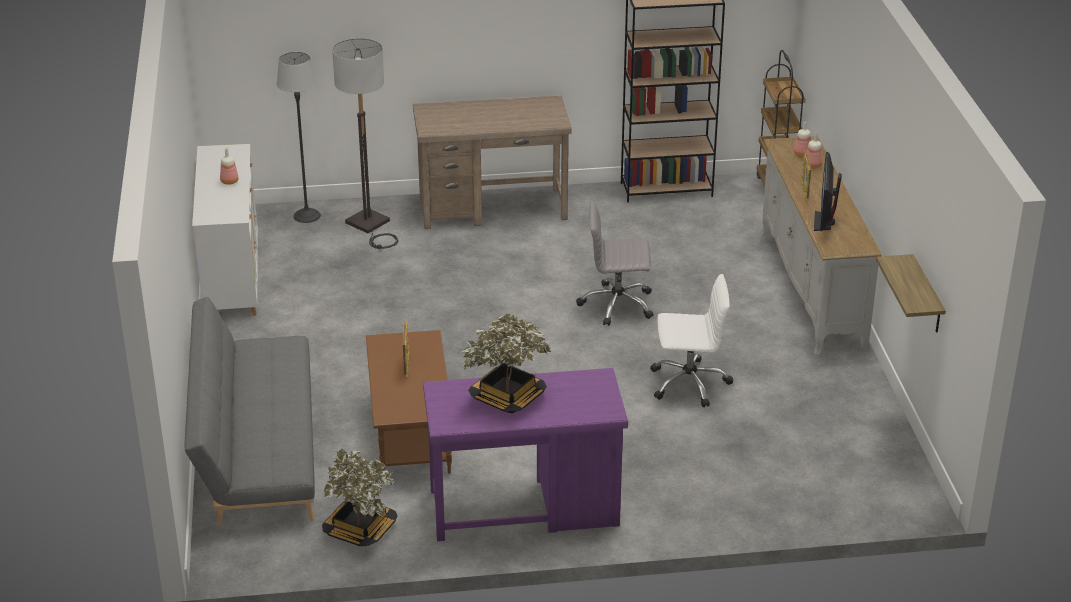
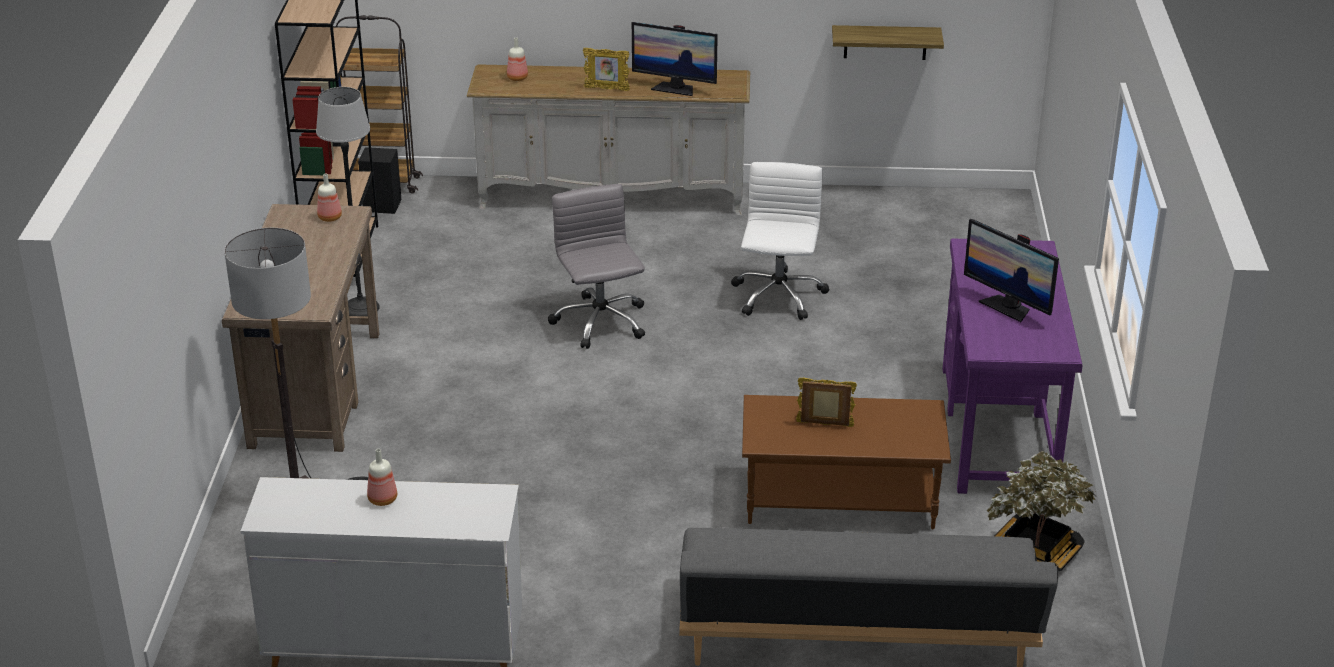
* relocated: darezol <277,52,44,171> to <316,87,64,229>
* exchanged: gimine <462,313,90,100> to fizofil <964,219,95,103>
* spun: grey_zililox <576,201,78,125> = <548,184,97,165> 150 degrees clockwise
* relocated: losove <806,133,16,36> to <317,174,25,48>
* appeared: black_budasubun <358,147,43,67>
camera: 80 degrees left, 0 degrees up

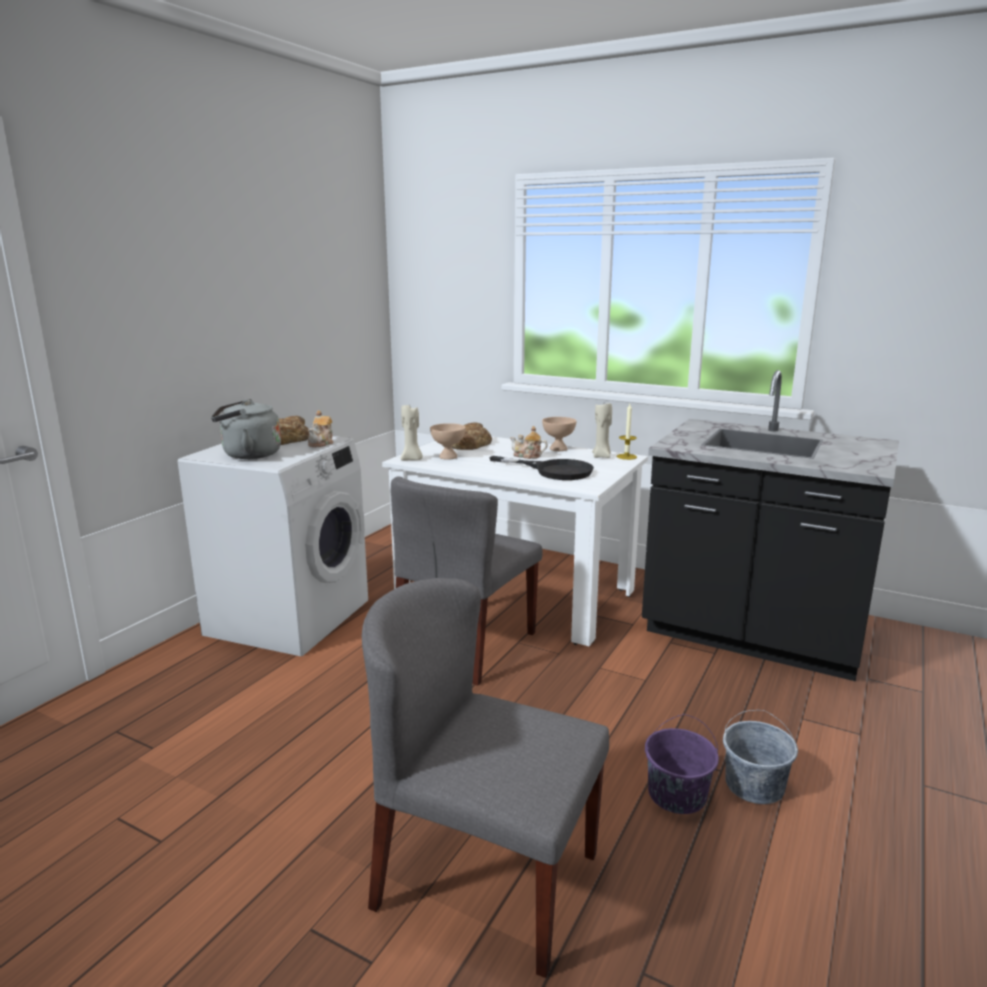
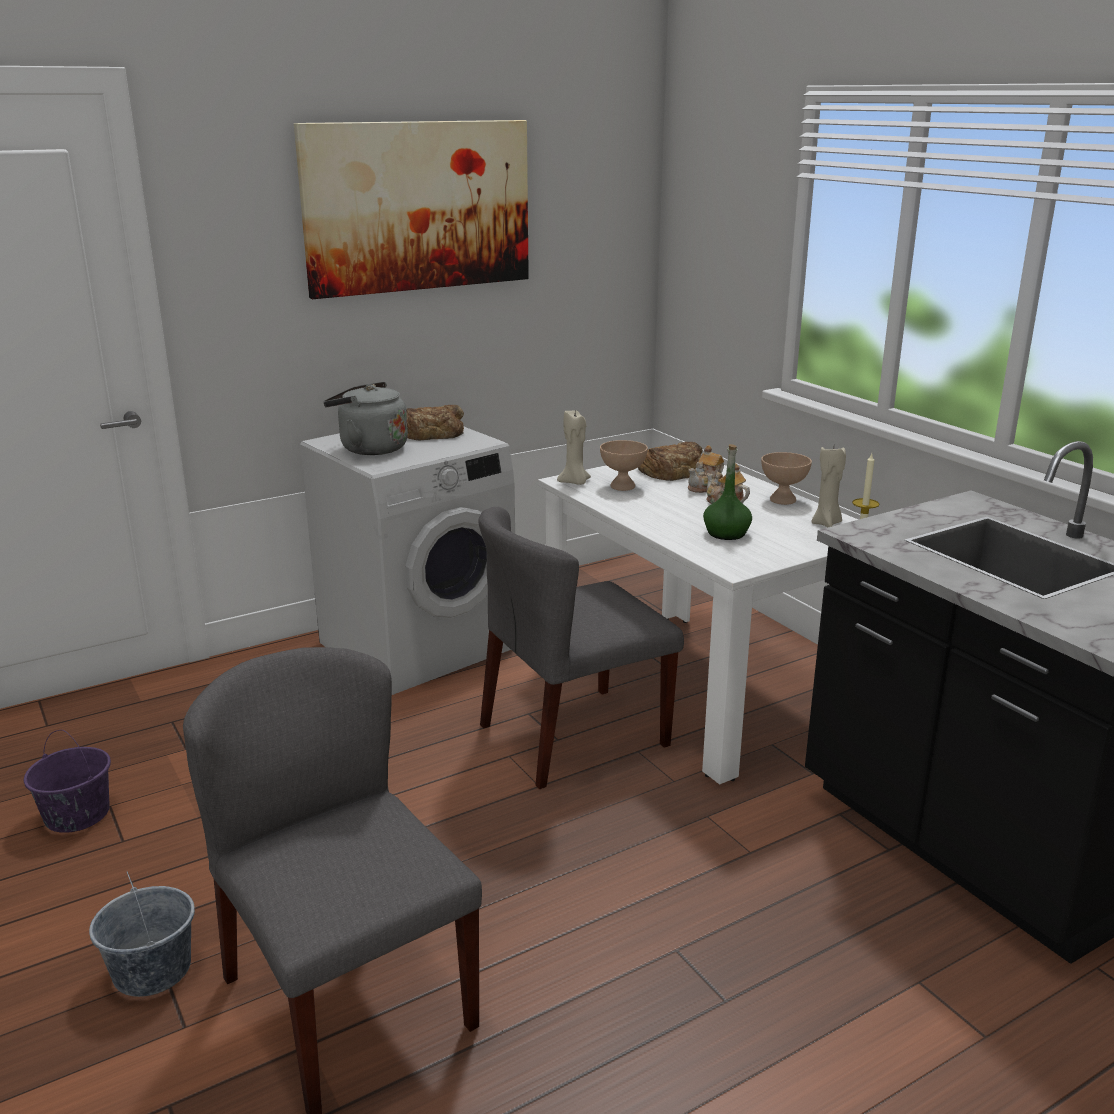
* relocated: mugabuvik <308,411,26,36> to <688,445,36,48>
* exchanged: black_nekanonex <490,456,104,24> to green_losove <703,444,49,96>
* relocated: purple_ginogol <645,714,74,100> to <24,730,87,103>
* relocated: grey_ginogol <723,710,75,94> to <89,871,106,126>
* appeared: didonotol <294,120,235,179>
camera: 30 degrees right, 5 degrees up

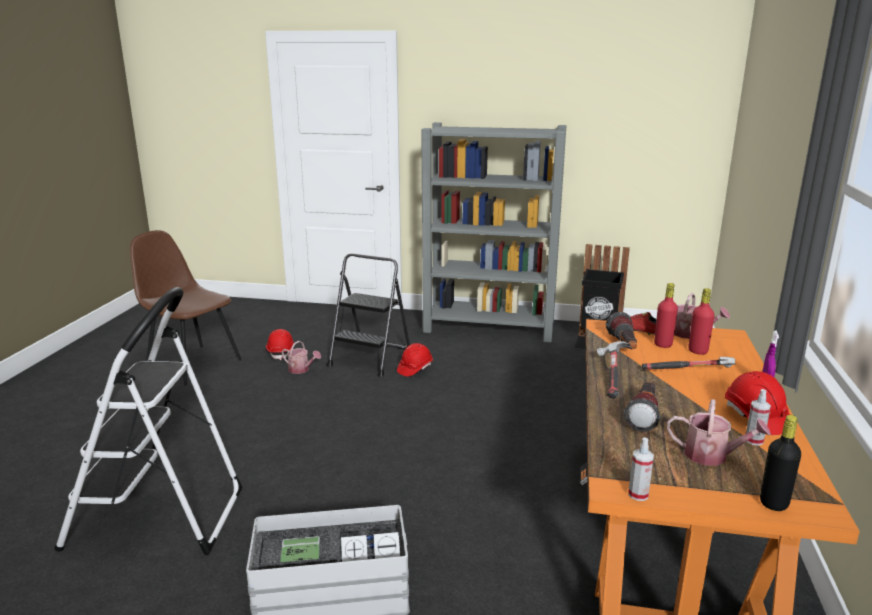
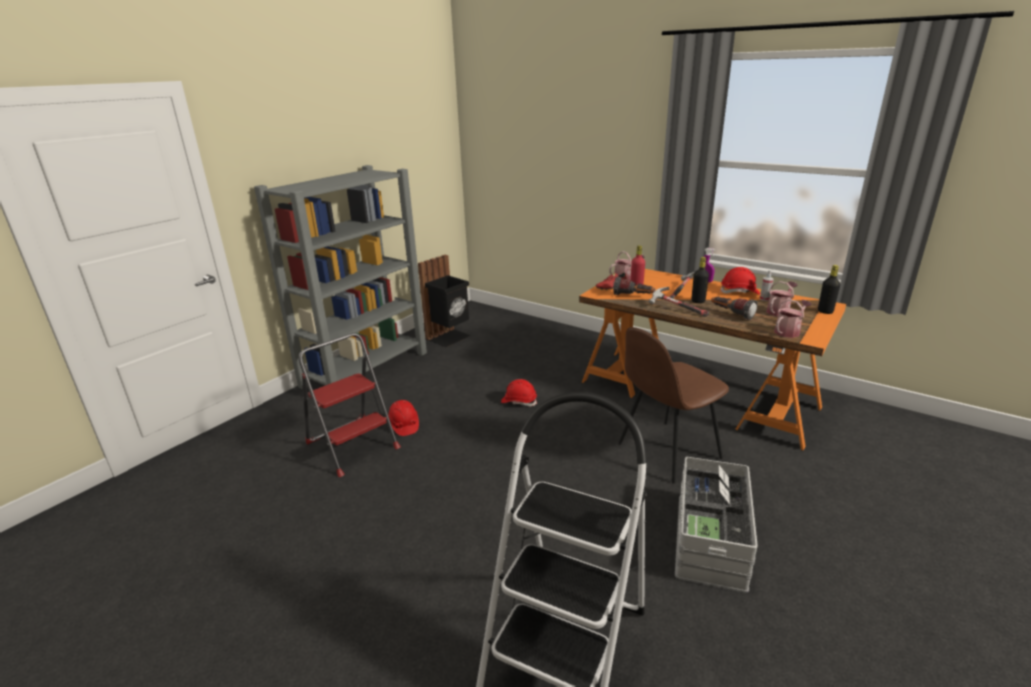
* relocated: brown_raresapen <130,230,112,155> to <618,327,111,157>
* relocated: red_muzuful <266,329,28,31> to <501,379,36,28>
* relocated: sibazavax <282,341,39,33> to <774,299,38,39>
* colour: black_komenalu <326,253,84,124> to red_komenalu <299,333,102,144>
* missing: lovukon <628,438,26,63>
* missing: red_losove <688,288,27,67>
* appeared: black_losove <691,257,18,46>
camera: 65 degrees left, 5 degrees up

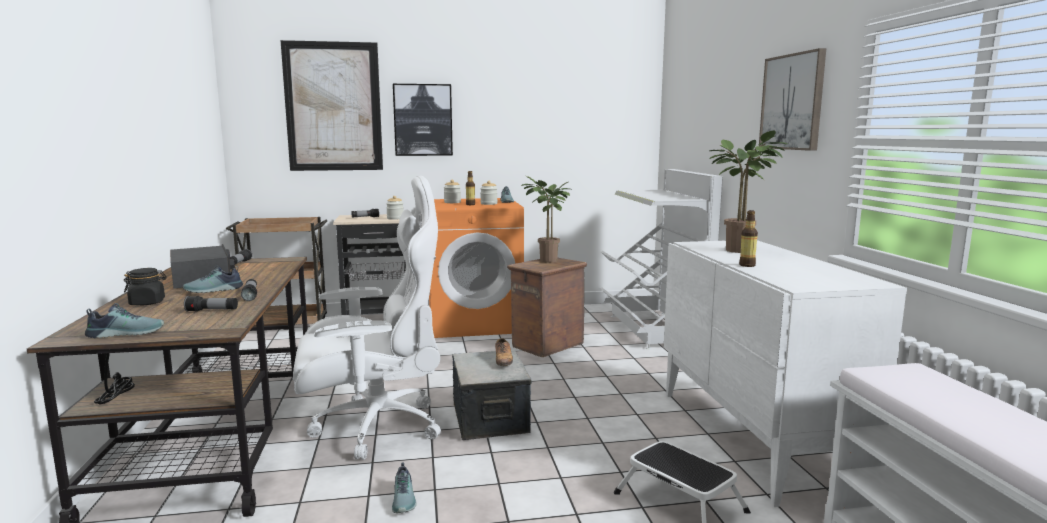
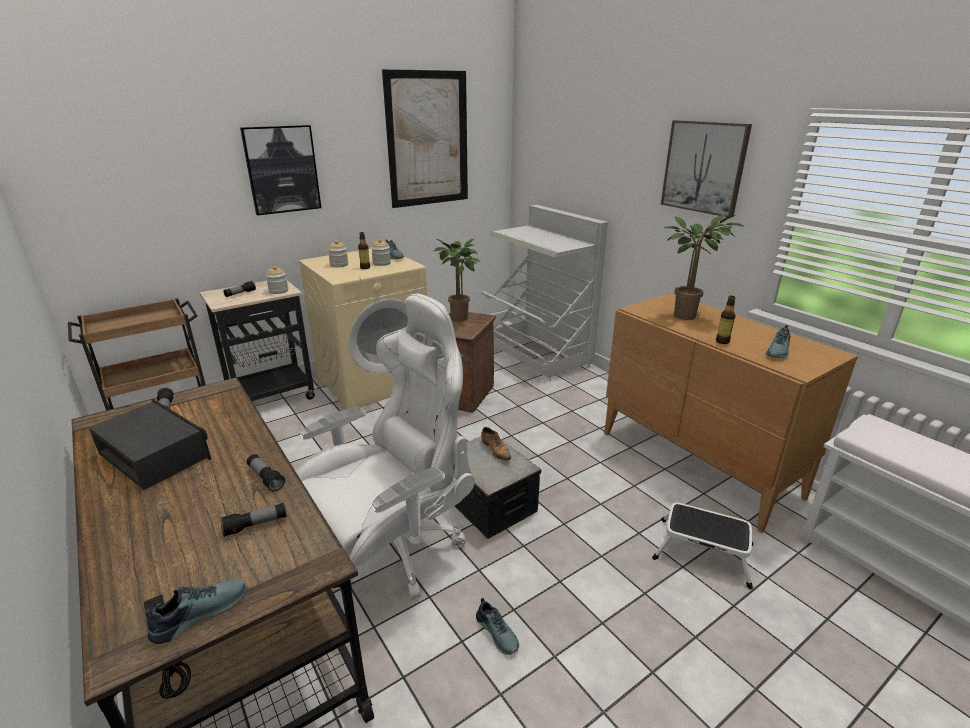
* missing: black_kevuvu <124,268,43,37>
* relocated: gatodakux <183,265,60,28> to <766,325,25,33>
* relocated: didonotol <280,40,103,131> to <382,69,86,139>
* colour: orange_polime <429,198,95,140> to beige_polime <298,249,129,160>
* colour: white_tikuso <664,240,243,267> to brown_tikuso <604,293,254,240>
camera: 25 degrees left, 15 degrees up

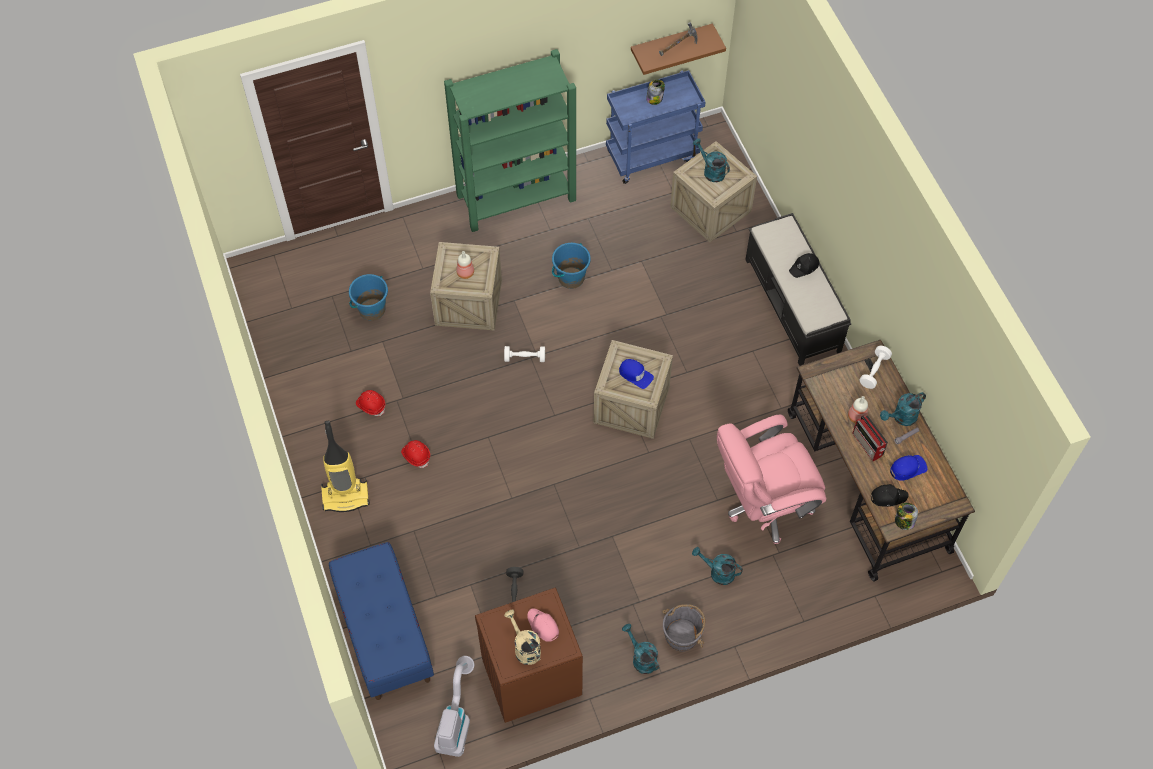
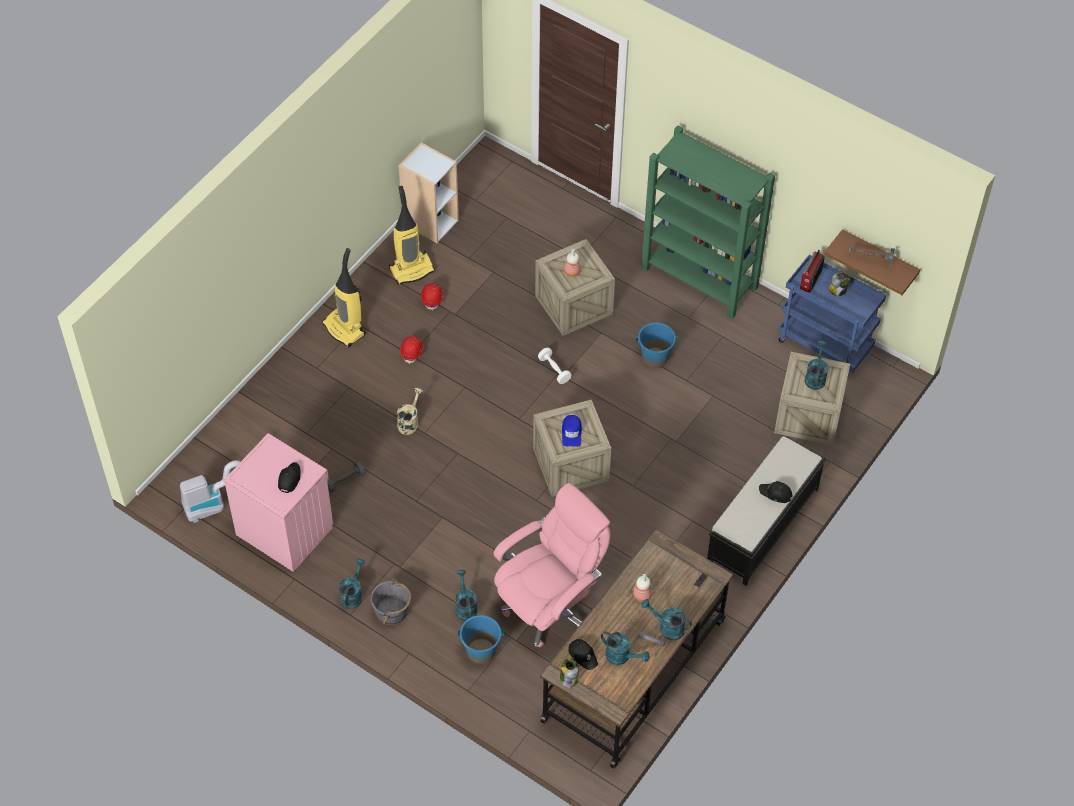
* missing: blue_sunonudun <329,542,105,158>
* relocated: blue_ginogol <349,274,39,47> to <458,615,46,49>
* colour: brown_polime <475,587,108,136> to pink_polime <224,433,110,139>
* relocated: beige_sibazavax <504,610,37,55> to <397,388,26,47>
* colour: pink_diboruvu <527,608,32,34> to black_diboruvu <278,462,22,31>
* spun: pink_zililox <717,415,109,129> = <494,483,117,164> 105 degrees clockwise
* relocated: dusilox <852,415,36,46> to <800,250,25,43>
* missing: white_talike <860,346,32,43>
* exchanged: blue_diboruvu <890,455,38,26> to turquoise_sibazavax <601,631,49,34>
* appeared: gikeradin <389,186,46,99>
* appeared: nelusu <398,142,61,101>
camera: 55 degrees right, 5 degrees down

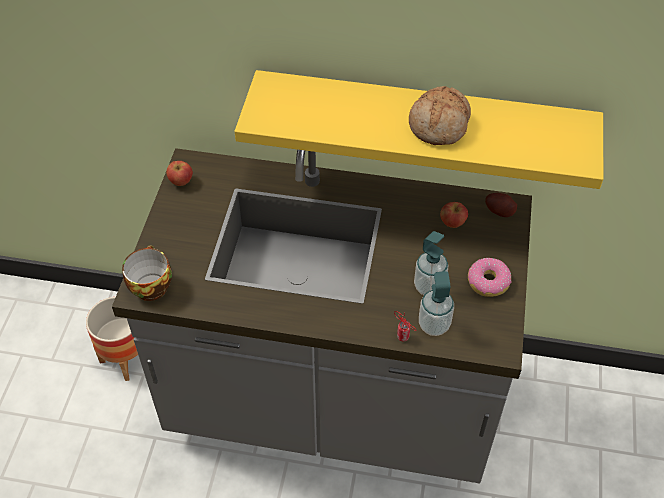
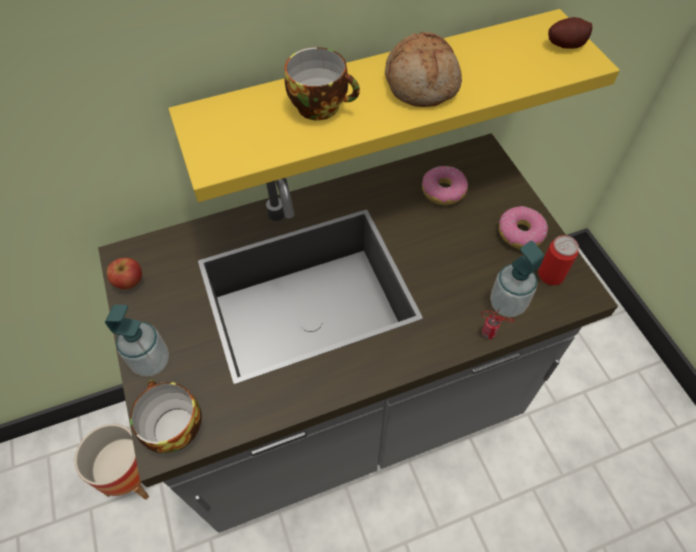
* relocated: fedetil <414,231,34,64> to <105,305,64,71>
* exchanged: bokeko <440,202,28,26> to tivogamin <422,166,46,39>
* relocated: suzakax <485,193,32,24> to <548,17,44,32>
* appeared: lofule <285,47,75,74>
* appeared: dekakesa <538,235,41,50>
camera: 30 degrees left, 5 degrees up

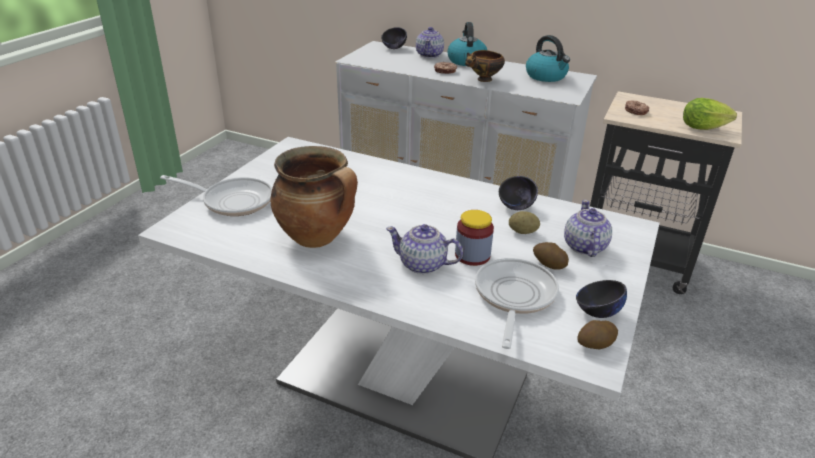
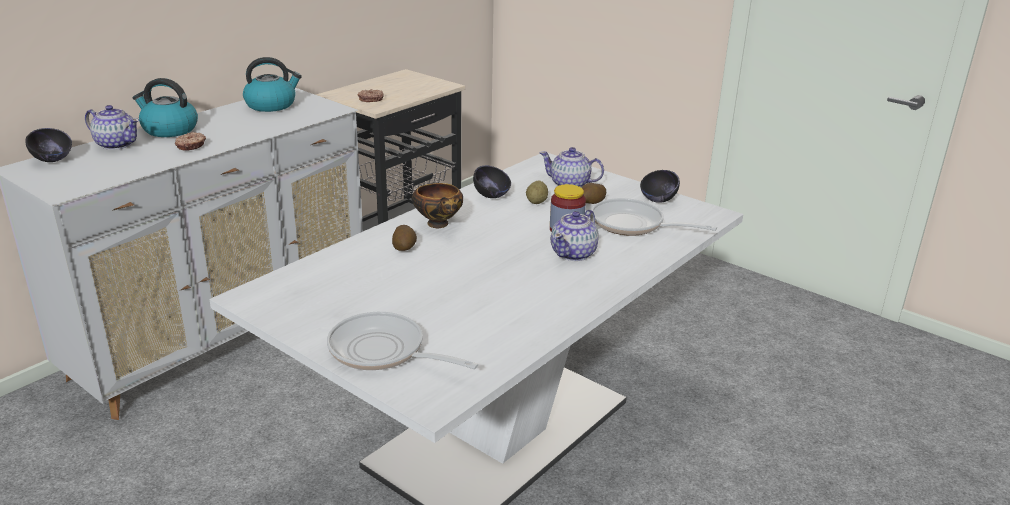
* spun: nekanonex <160,175,112,41> = <327,312,151,58> 90 degrees counterclockwise
* missing: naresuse <270,146,88,102>
* relocated: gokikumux <465,50,40,32> to <412,183,51,45>
* relocated: suzakax <577,320,41,29> to <392,225,25,26>
* missing: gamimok <683,98,54,32>
camera: 75 degrees left, 5 degrees down

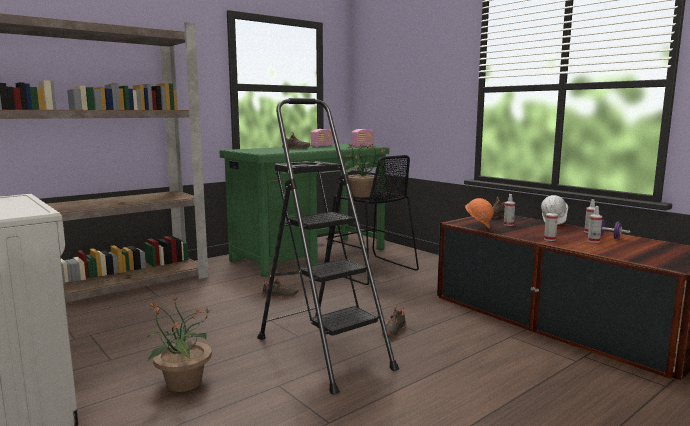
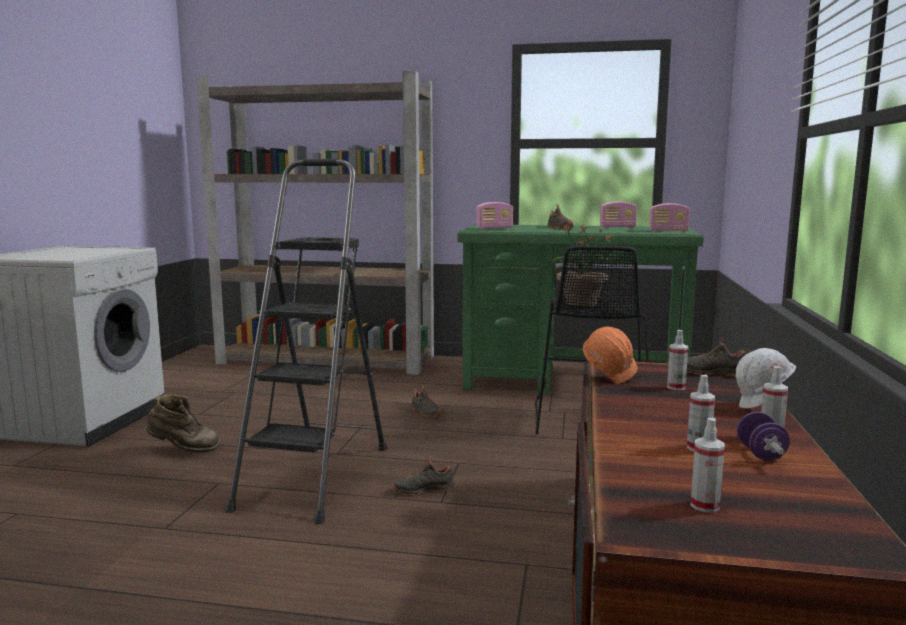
* exchanged: gimine <147,295,65,97> to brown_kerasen <146,394,75,59>
* relocated: lovukon <544,205,14,36> to <690,417,35,95>
* appeared: dusilox <476,202,37,27>
camera: 50 degrees right, 0 degrees up

